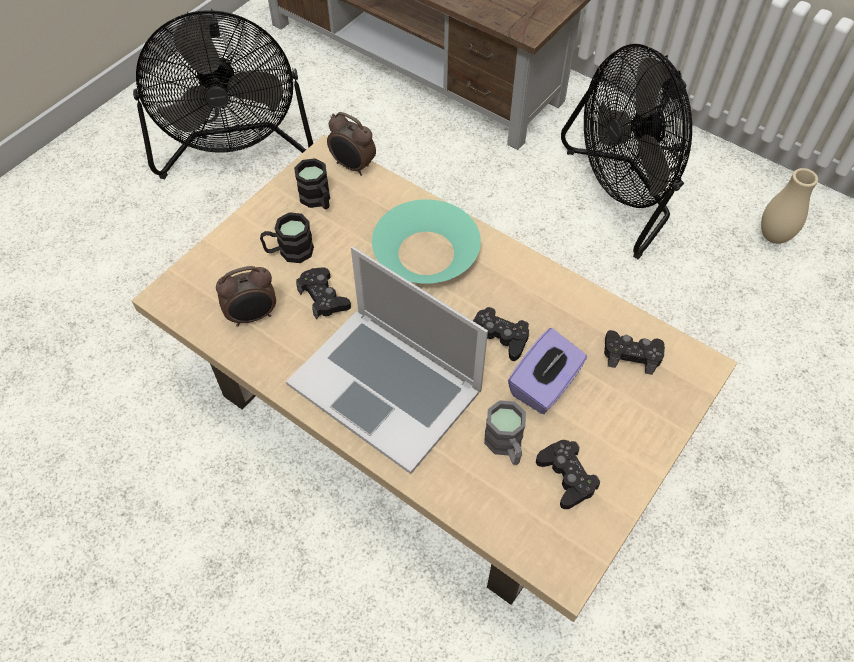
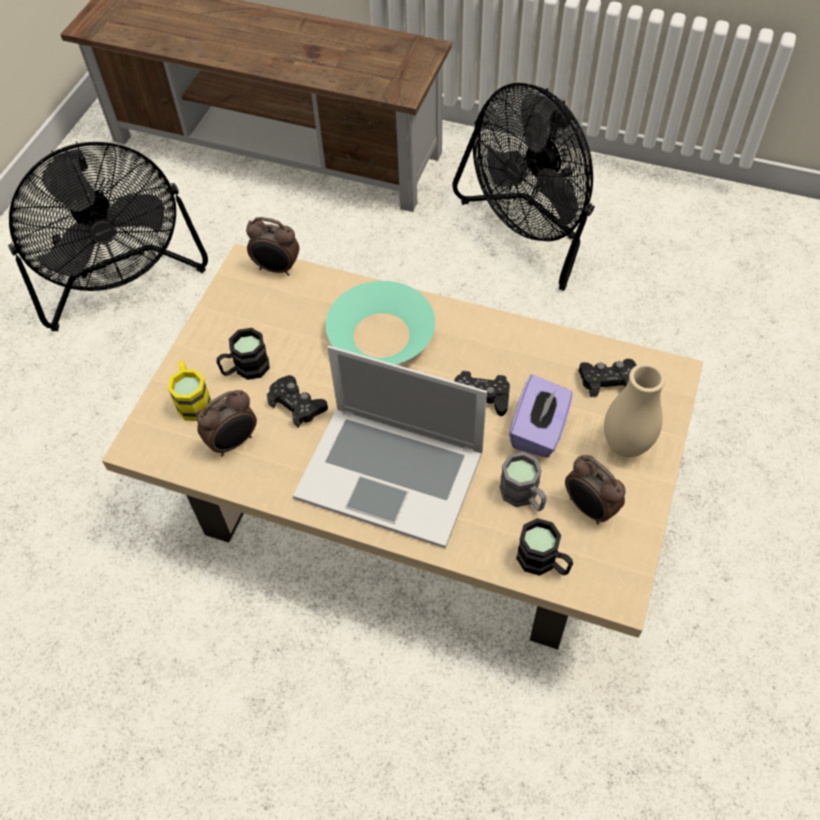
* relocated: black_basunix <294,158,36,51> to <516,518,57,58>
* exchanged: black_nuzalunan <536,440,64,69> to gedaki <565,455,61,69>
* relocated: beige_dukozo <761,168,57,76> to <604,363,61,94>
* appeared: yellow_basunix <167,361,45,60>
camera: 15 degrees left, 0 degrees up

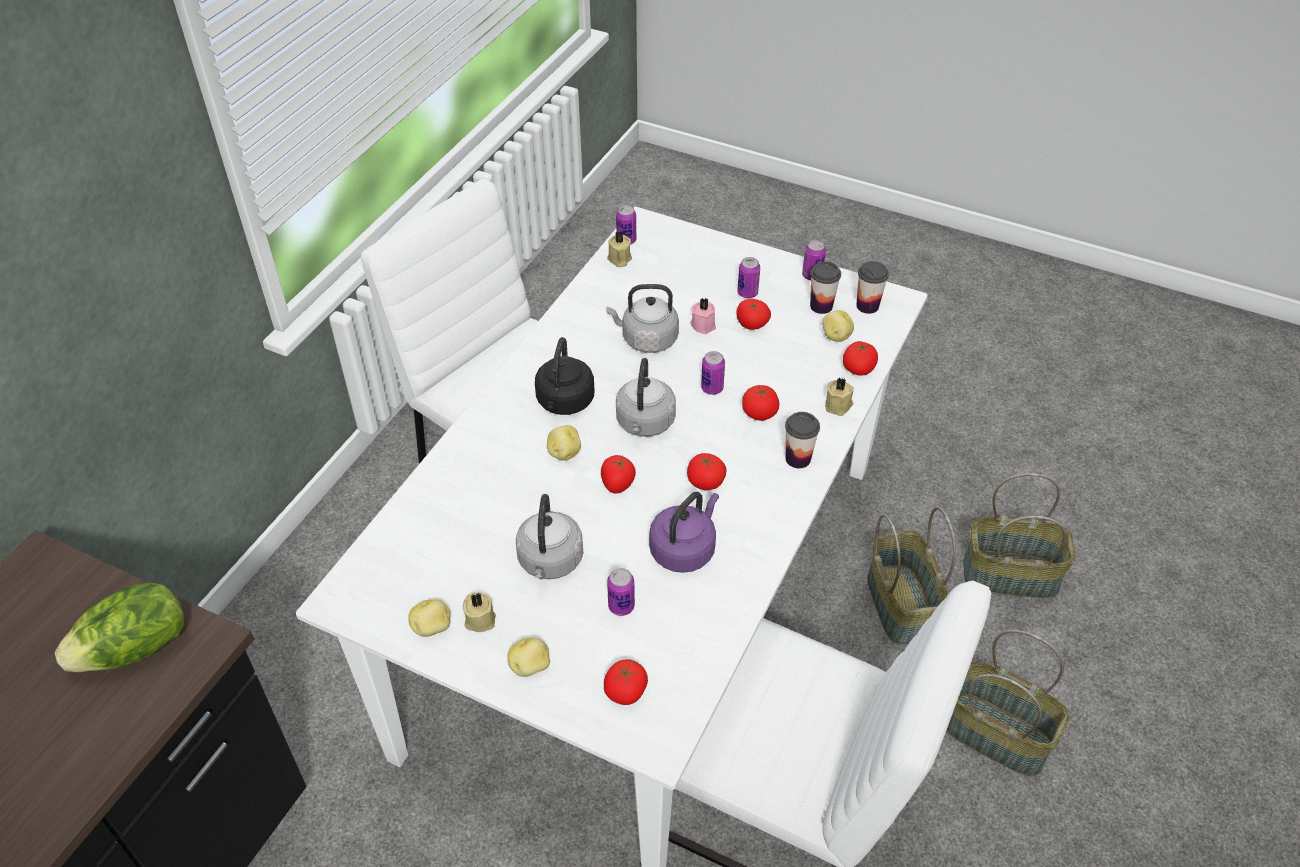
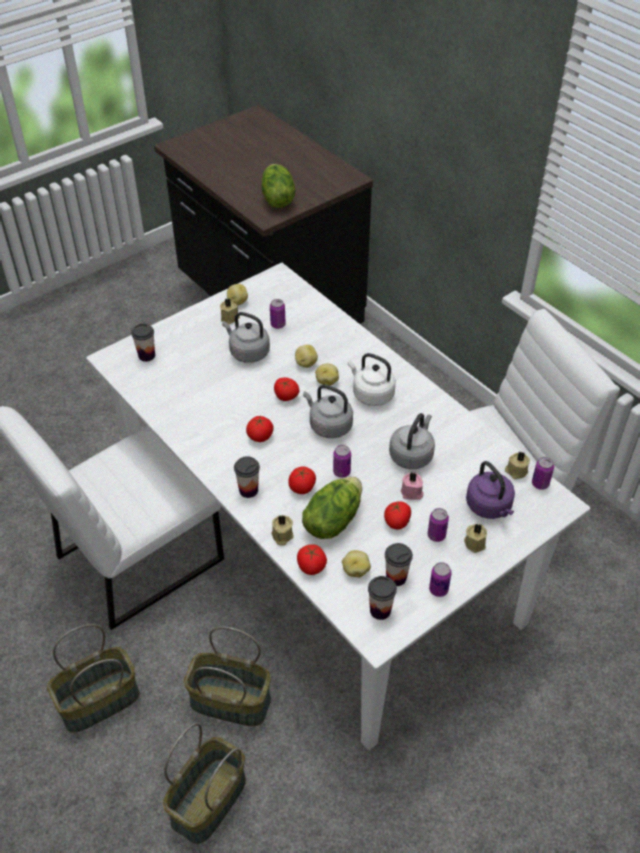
* relocated: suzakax <507,638,43,39> to <295,345,23,23>
* colour: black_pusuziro <535,337,59,78> to white_pusuziro <348,353,48,53>
* exchanged: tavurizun <604,659,44,46> to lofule <131,323,24,39>
* relocated: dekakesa <607,568,28,48> to <270,299,16,30>
* relocated: purple_pusuziro <649,492,70,81> to <466,461,49,58>
* appeared: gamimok <302,477,60,62>
* appeared: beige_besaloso <464,524,23,29>
camera: 115 degrees right, 0 degrees up

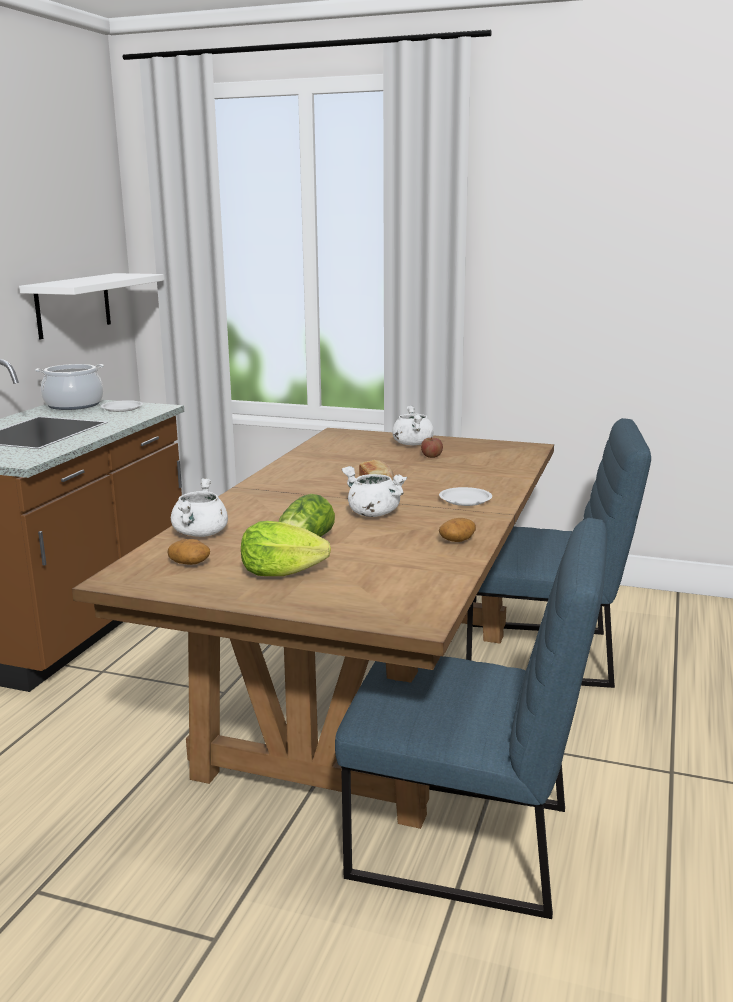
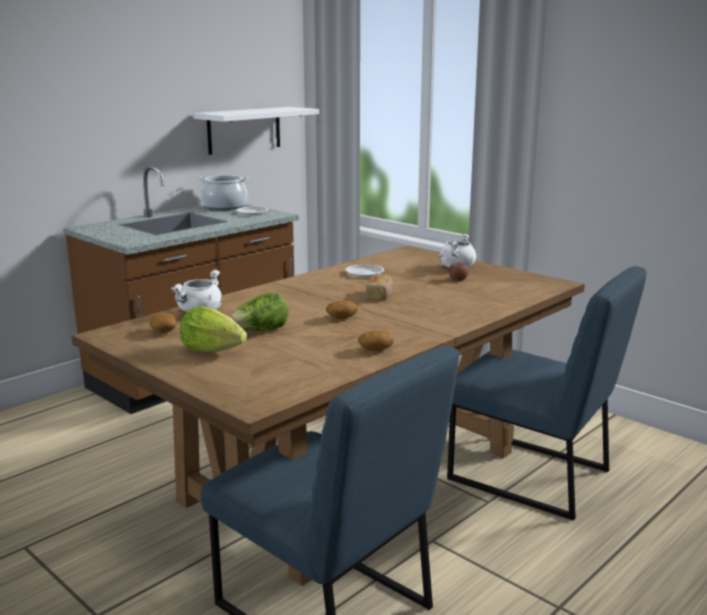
* exchanged: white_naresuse <342,466,65,51> to suzakax <326,300,32,19>
* relocated: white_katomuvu <439,487,53,19> to <345,264,39,13>
camera: 25 degrees right, 0 degrees up

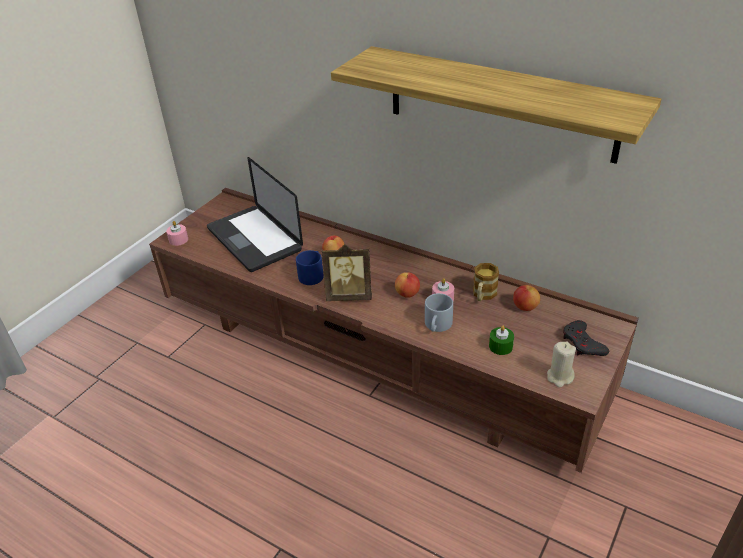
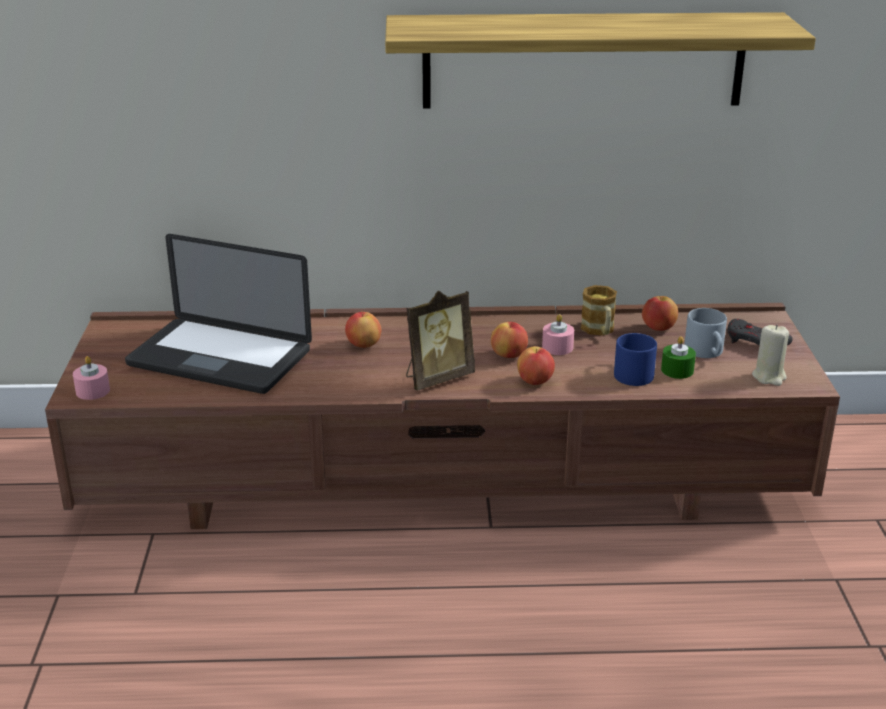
* relocated: blue_basunix <296,250,28,35> to <614,333,43,53>
* relocated: grey_basunix <425,293,28,39> to <684,308,43,50>
* appeared: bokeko <517,346,38,39>
camera: 35 degrees left, 10 degrees down

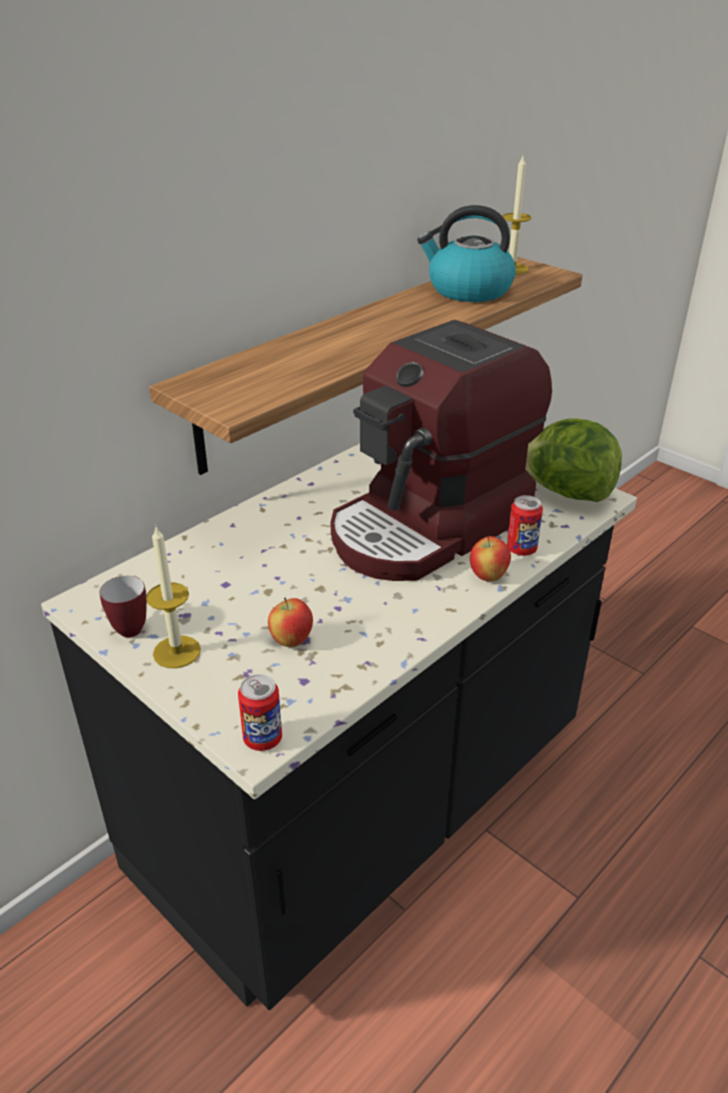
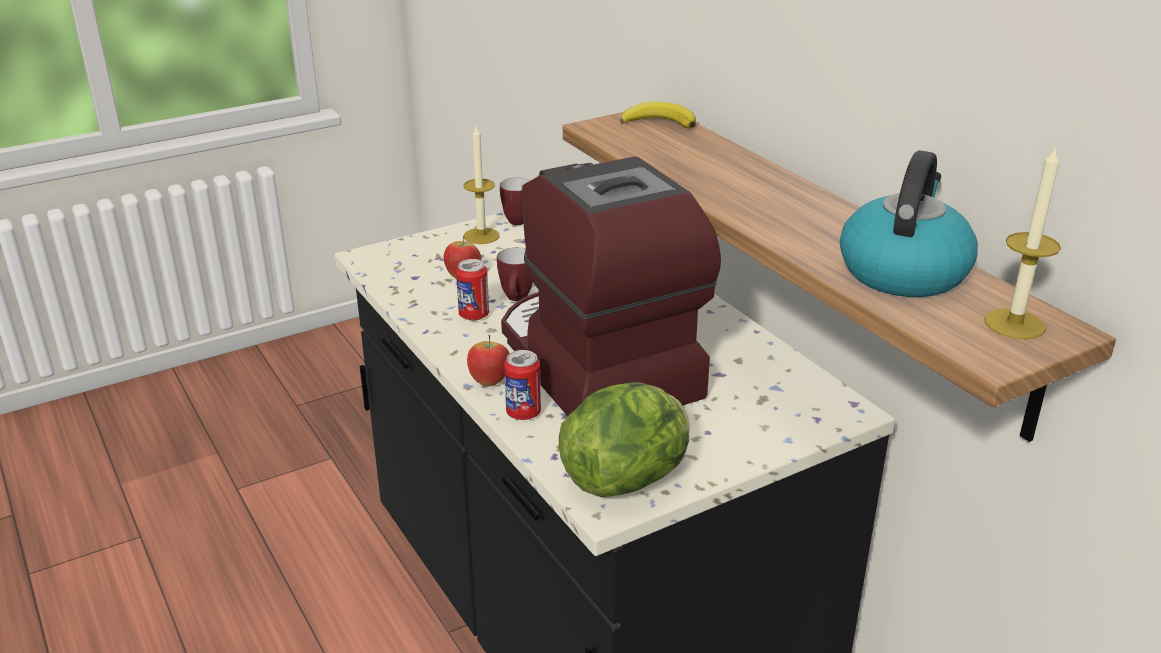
* relocated: dekakesa <238,674,44,77> to <456,259,33,62>
* appeared: basunix <497,247,36,54>
* appeared: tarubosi <620,101,76,28>
camera: 105 degrees right, 5 degrees down

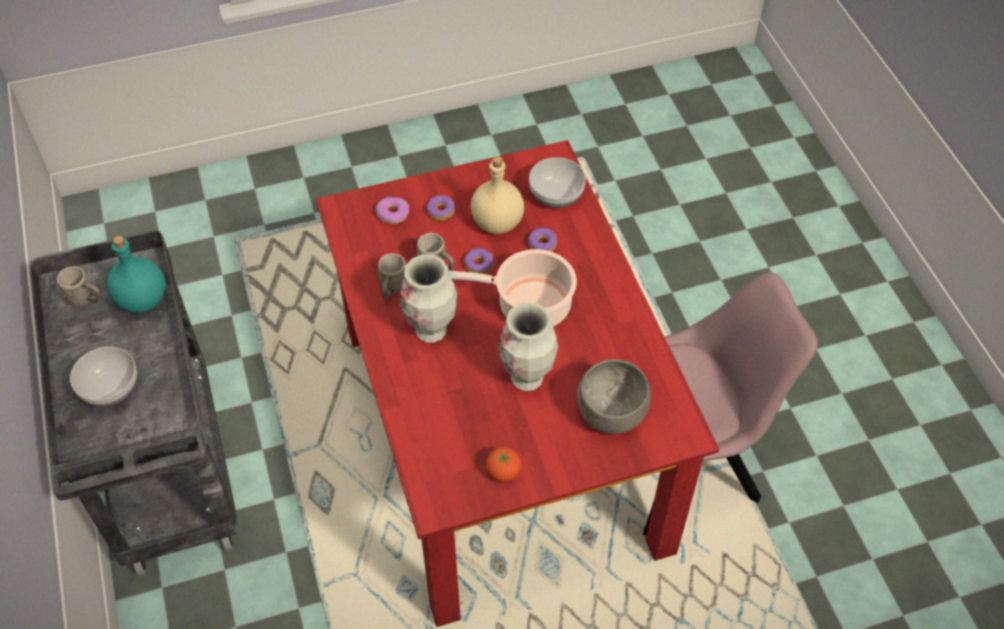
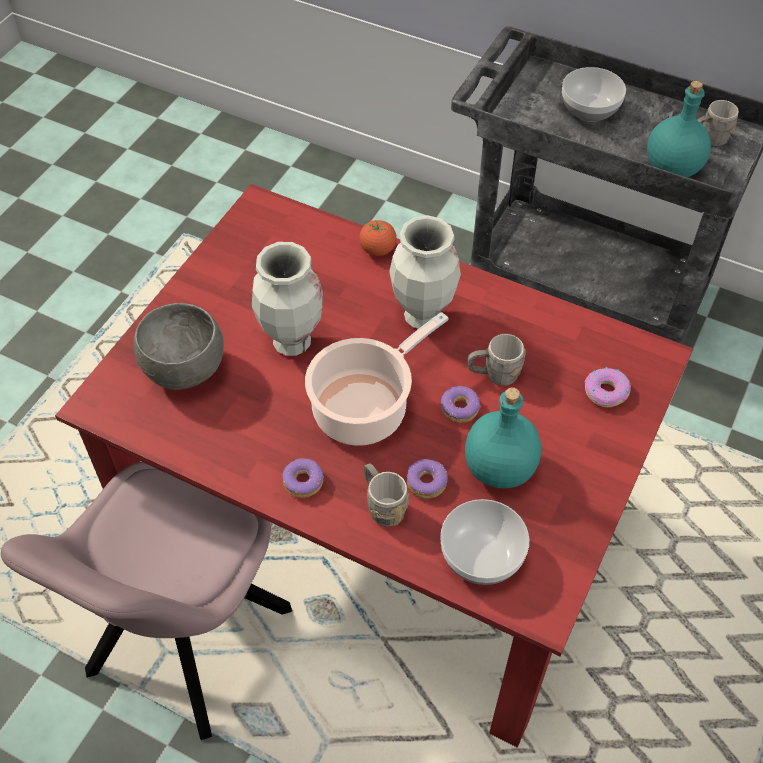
* relocated: grey_basunix <378,253,28,46> to <364,463,45,64>
* relocated: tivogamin <427,195,28,26> to <282,458,42,40>
* colour: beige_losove <471,156,53,78> to turquoise_losove <465,387,76,101>
* relocated: tavurizun <486,447,35,35> to <359,220,38,36>
camera: 135 degrees right, 0 degrees up

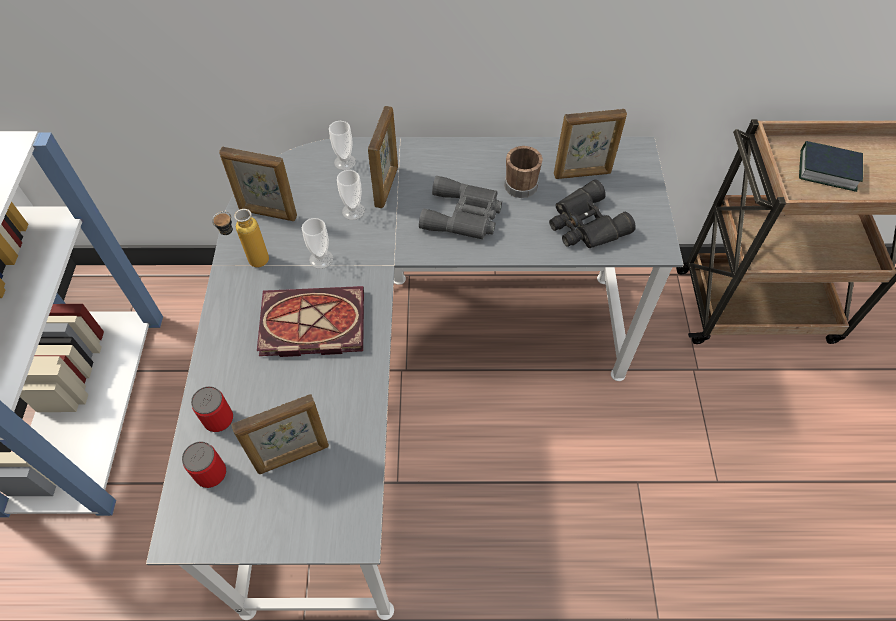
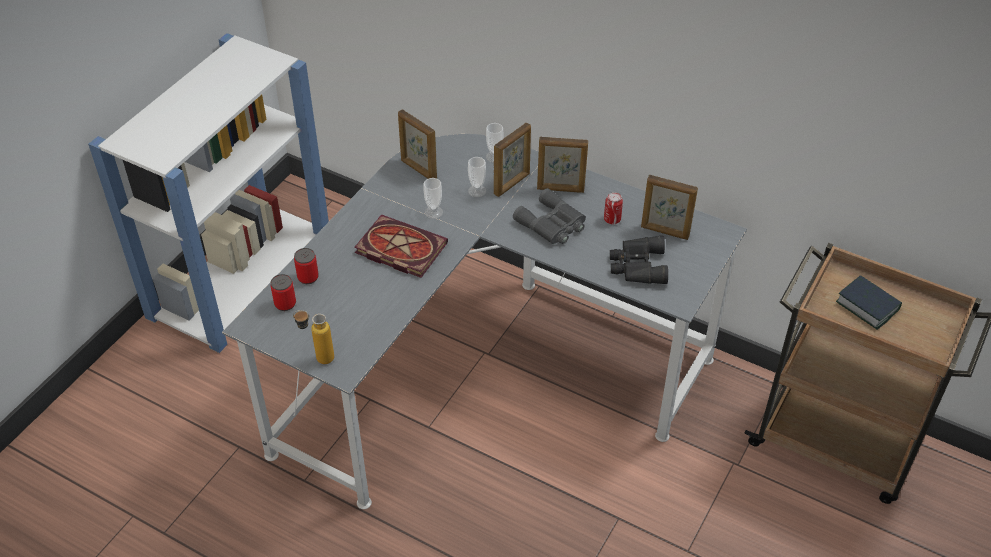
* relocated: losove <212,209,57,58> to <293,310,41,54>
* relocated: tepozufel <231,394,98,80> to <537,137,51,56>
* exchanged: brown_basunix <504,146,39,52> to dekakesa <604,192,19,32>
camera: 30 degrees right, 10 degrees down

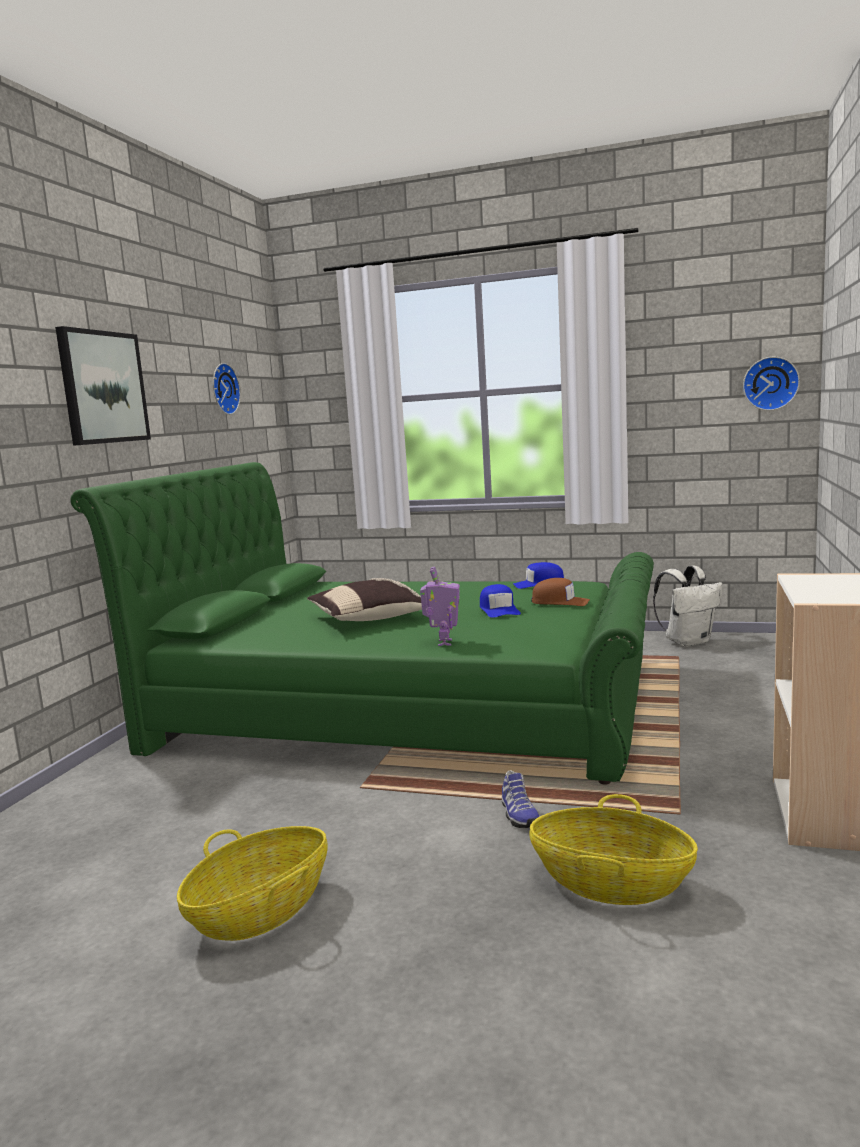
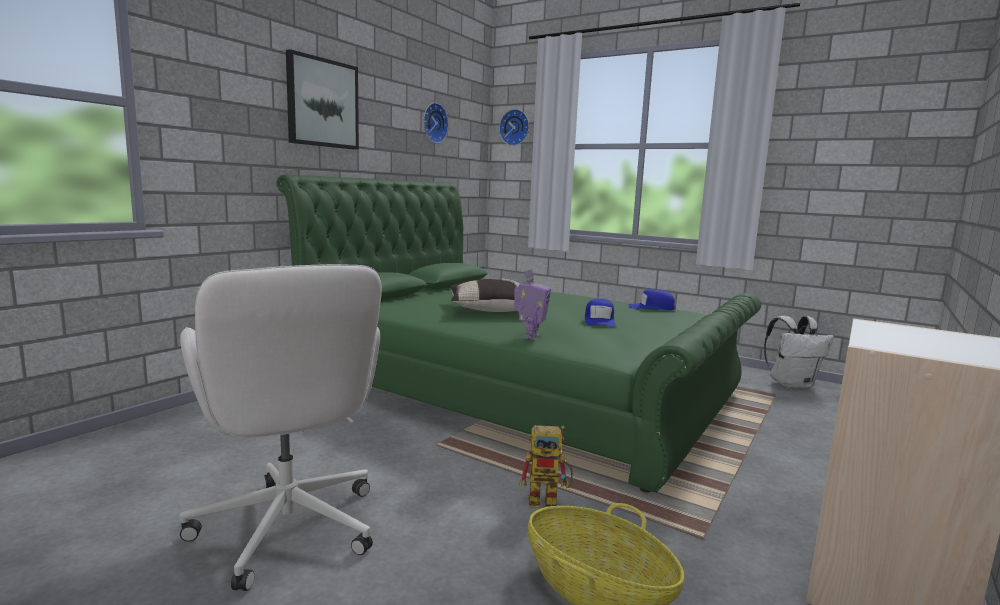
* exchanged: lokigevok <177,826,151,115> to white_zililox <180,264,202,327>
* exchanged: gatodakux <502,770,37,58> to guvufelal <519,425,54,83>
* missing: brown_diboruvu <531,578,59,28>
* relocated: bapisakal <743,357,57,54> to <499,109,30,37>
camera: 15 degrees right, 0 degrees up

